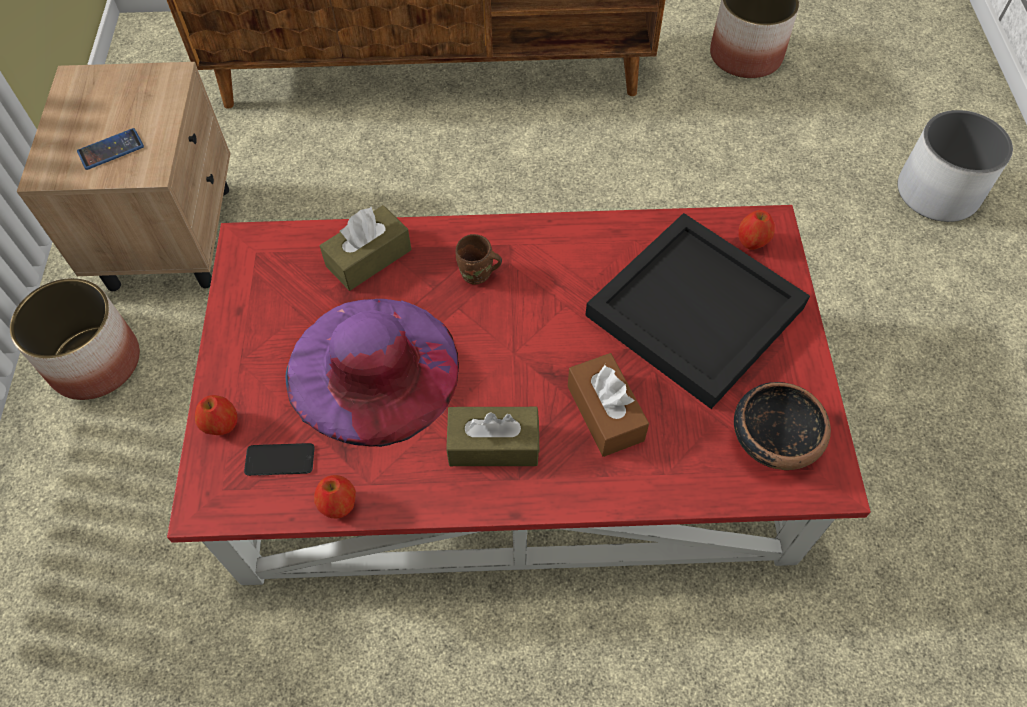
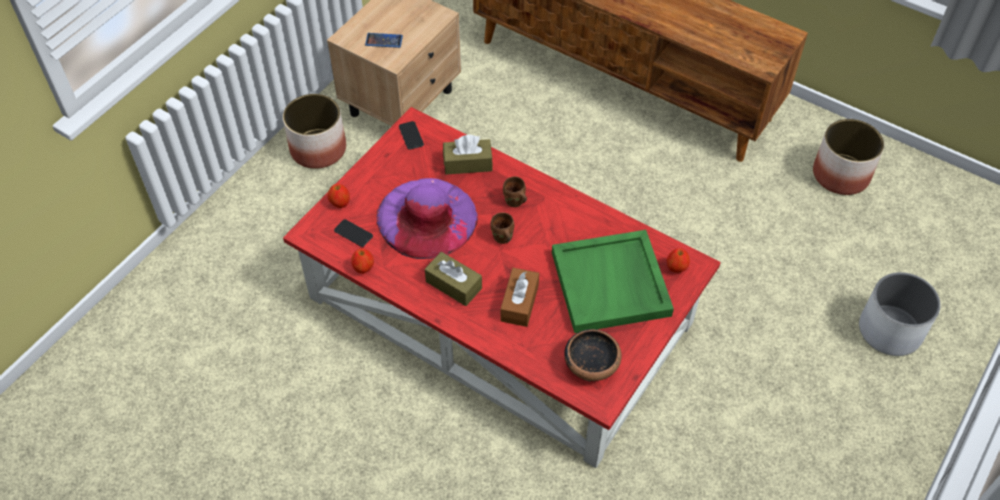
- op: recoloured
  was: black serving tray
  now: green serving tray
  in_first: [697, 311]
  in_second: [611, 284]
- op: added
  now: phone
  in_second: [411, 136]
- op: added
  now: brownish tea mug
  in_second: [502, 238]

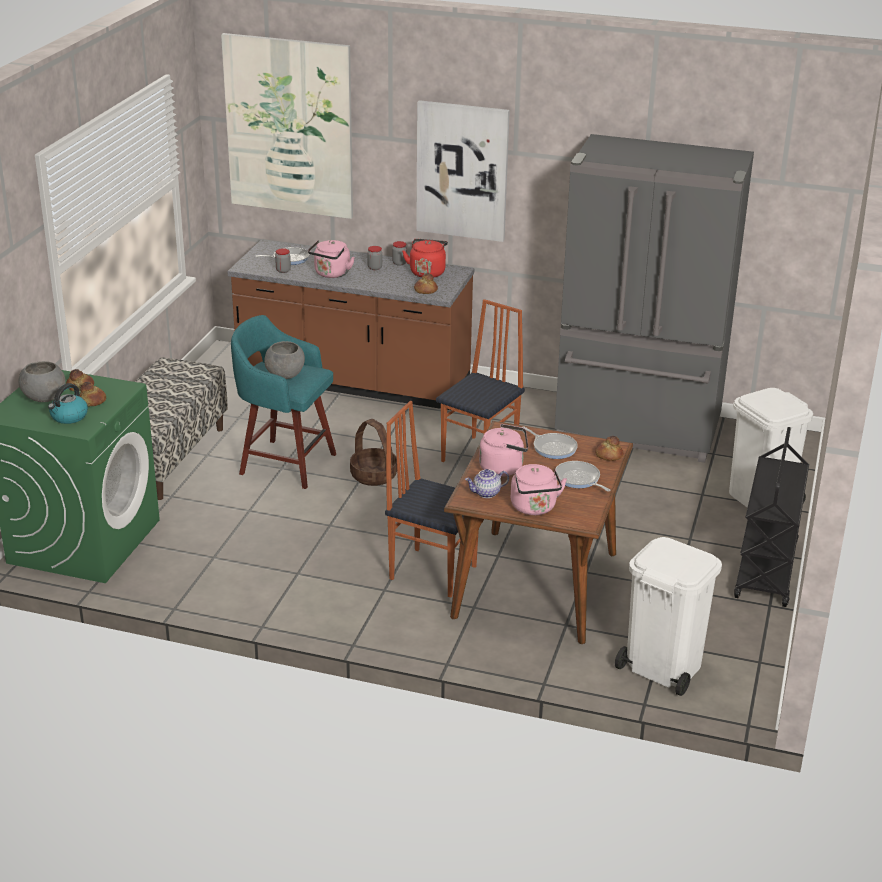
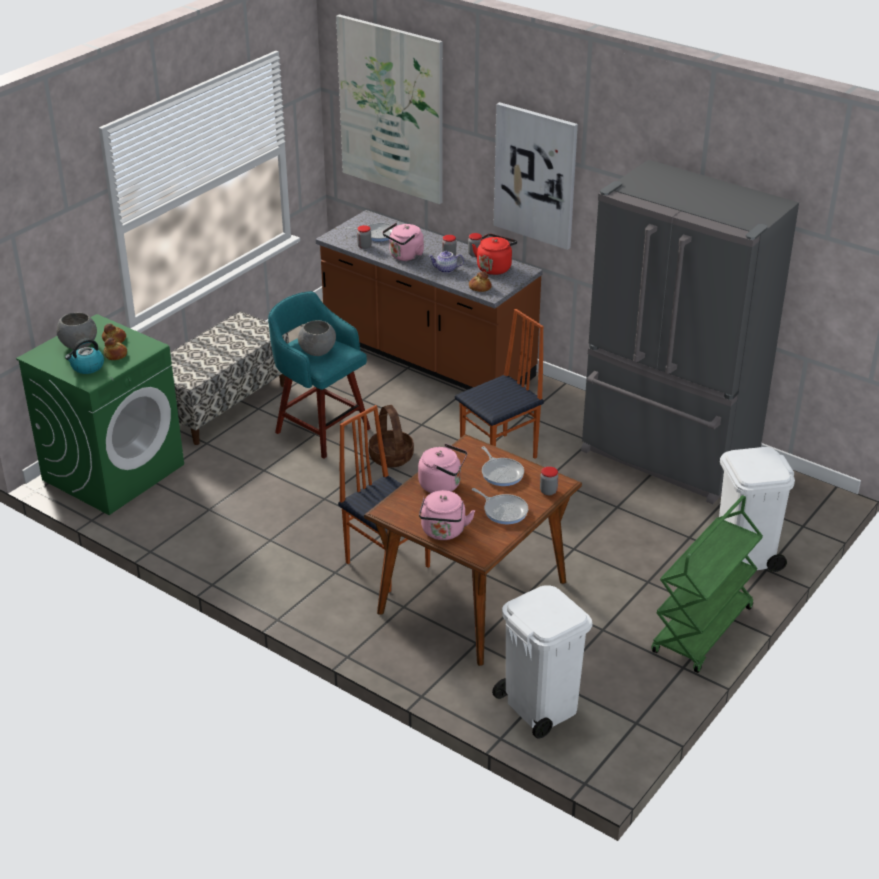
- op: moved
  was: pot for tea
  in_first: [486, 493]
  in_second: [446, 270]
- op: turned
  was: skillet
  in_first: [578, 479]
  in_second: [503, 511]
  clockwise: 150
- op: replaced
  was: bread
  now: storage jar
  in_first: [608, 455]
  in_second: [548, 491]
- op: recoloured
  was: black trolley
  now: green trolley
  in_first: [766, 571]
  in_second: [703, 631]

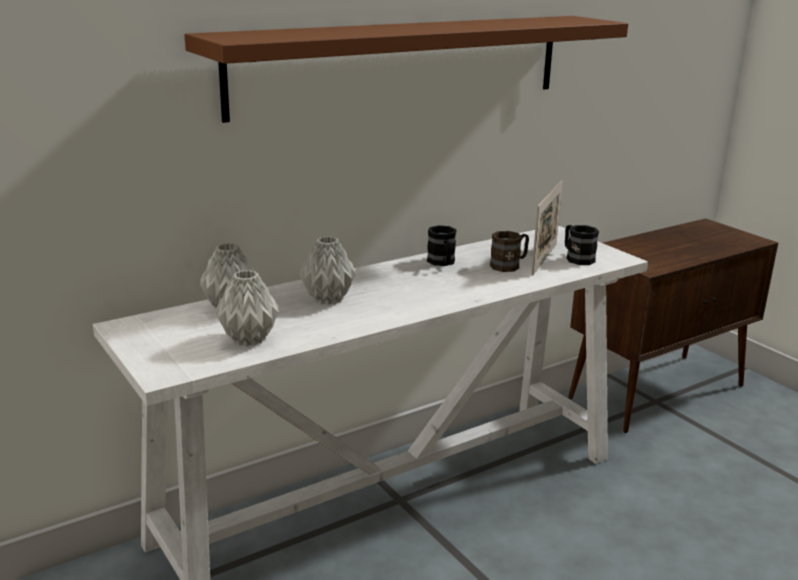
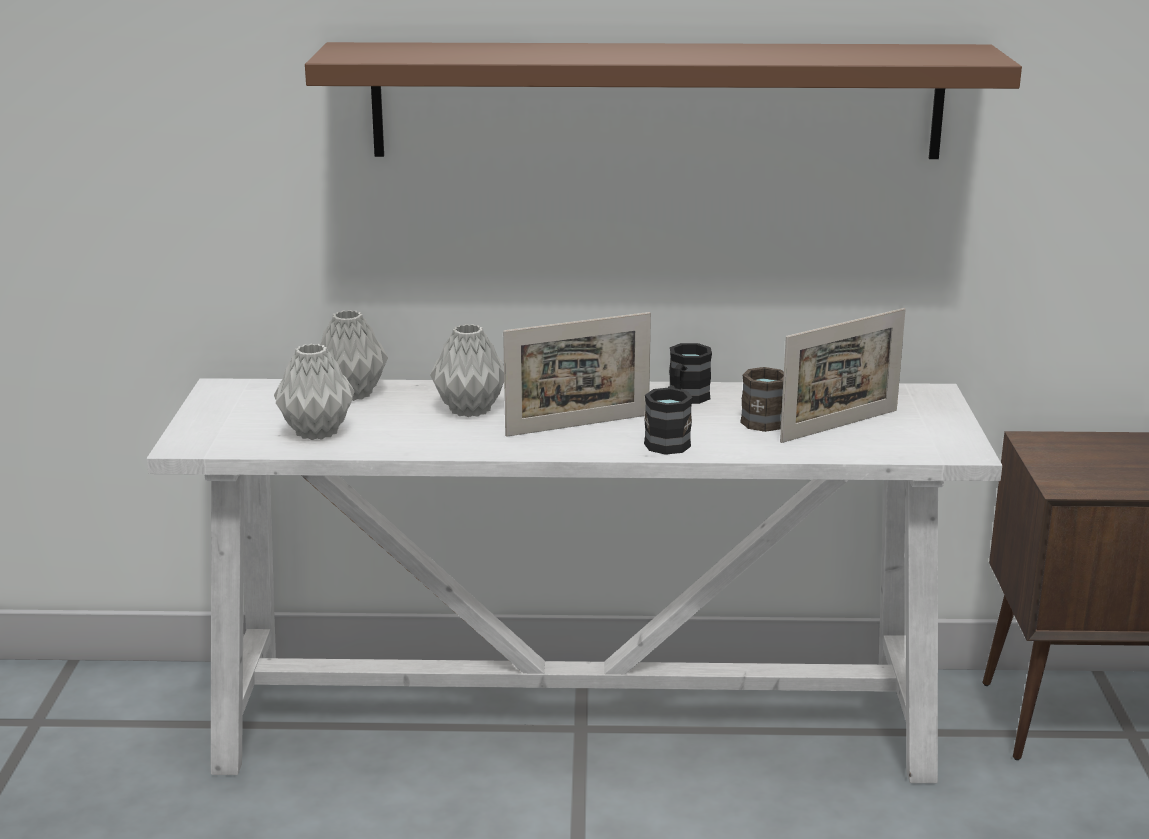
- op: moved
  was: black tea mug
  in_first: [576, 257]
  in_second: [668, 440]
- op: added
  now: standing frame
  in_second: [578, 425]

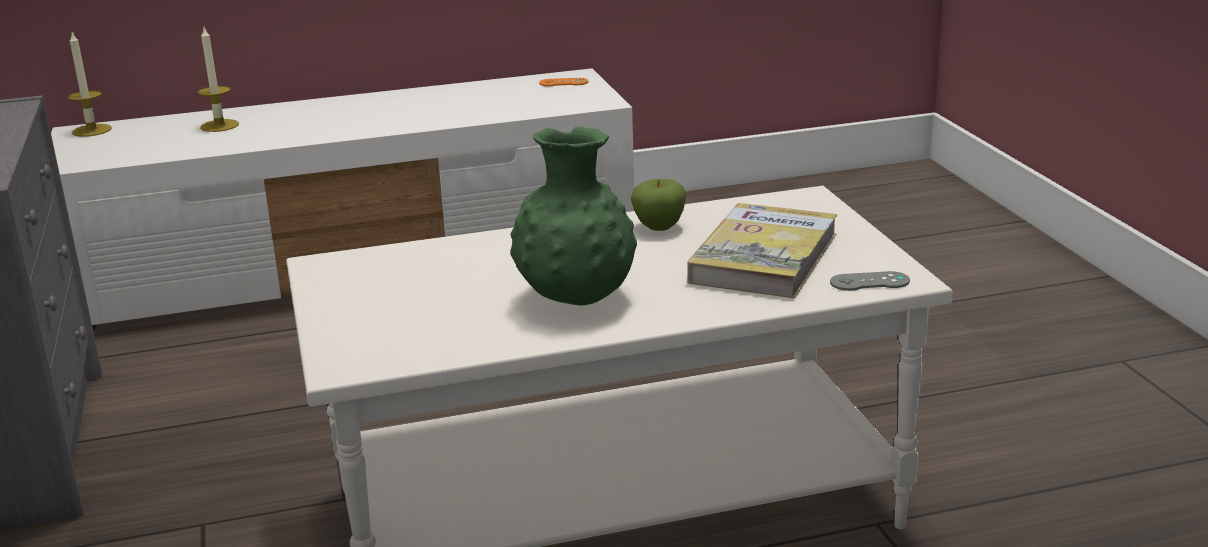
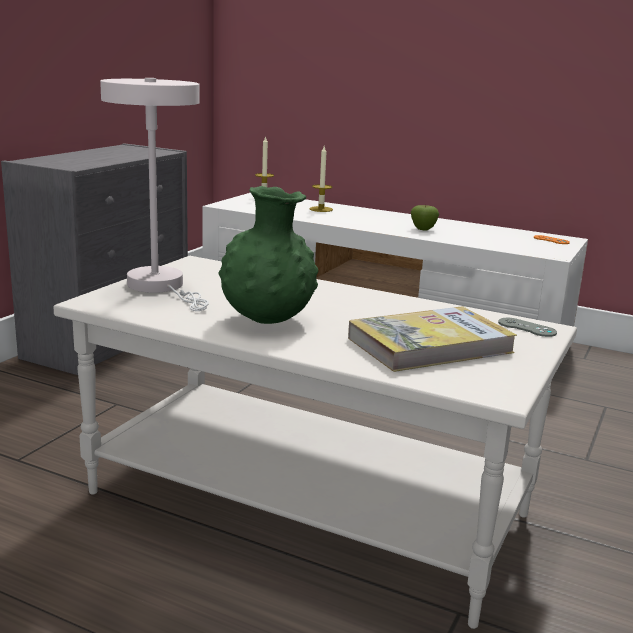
- op: moved
  was: whole apple
  in_first: [659, 227]
  in_second: [423, 229]
- op: moved
  was: greyish game controller
  in_first: [869, 282]
  in_second: [527, 327]
- op: added
  now: white-coloured table lamp
  in_second: [161, 287]

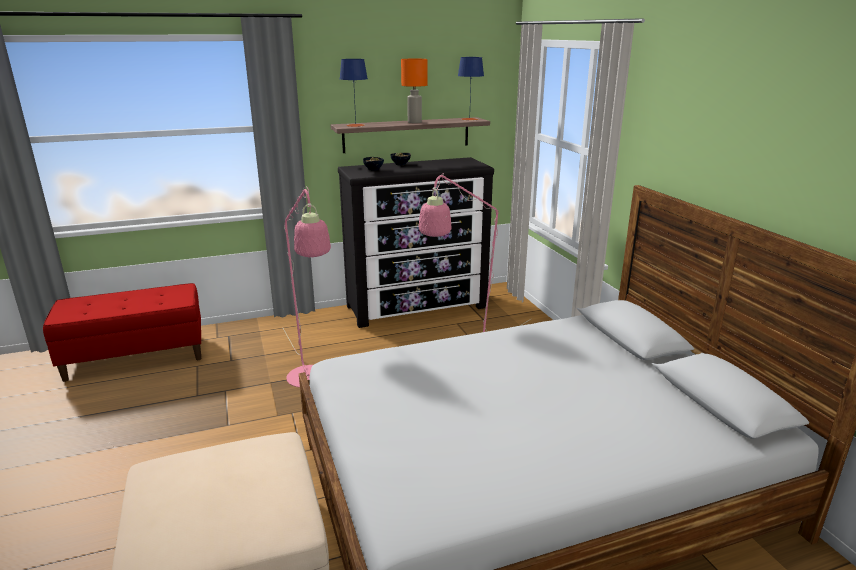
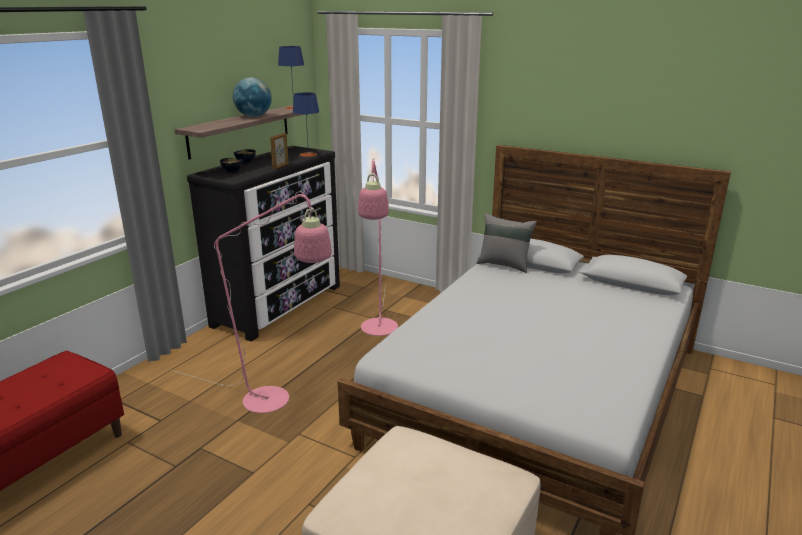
- op: moved
  was: bluish table lamp
  in_first: [355, 125]
  in_second: [308, 154]
- op: replaced
  was: orange-coloured table lamp
  now: desk globe
  in_first: [414, 122]
  in_second: [254, 116]
- op: added
  now: standing frame
  in_second: [281, 167]
- op: added
  now: greyish cushion
  in_second: [504, 265]

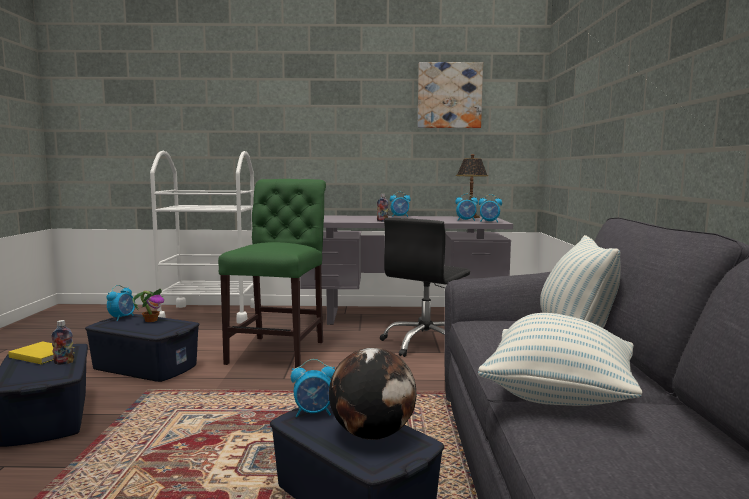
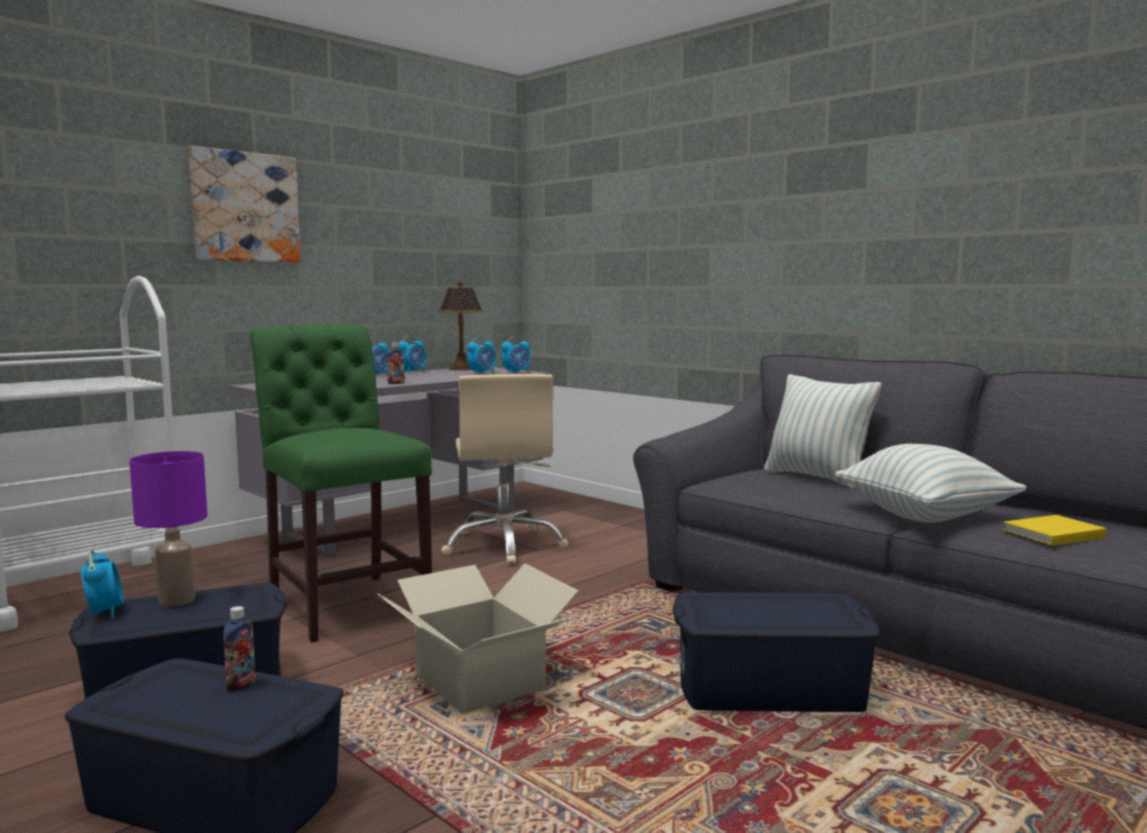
- op: moved
  was: yellow-coloured volume
  in_first: [42, 355]
  in_second: [1050, 534]
- op: replaced
  was: houseplant
  now: purple table lamp
  in_first: [151, 320]
  in_second: [176, 601]
- op: moved
  was: alarm clock
  in_first: [314, 413]
  in_second: [413, 372]
- op: removed
  was: desk globe
  in_first: [372, 434]
- op: recoloured
  was: black computer chair
  now: sand-coloured computer chair
  in_first: [425, 344]
  in_second: [504, 545]
- op: moved
  was: wall art
  in_first: [449, 95]
  in_second: [245, 207]
- op: added
  now: cardboard box
  in_second: [480, 682]

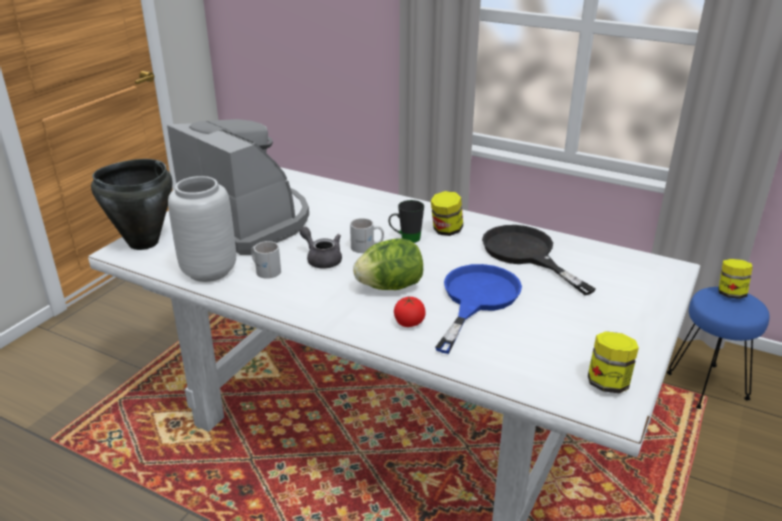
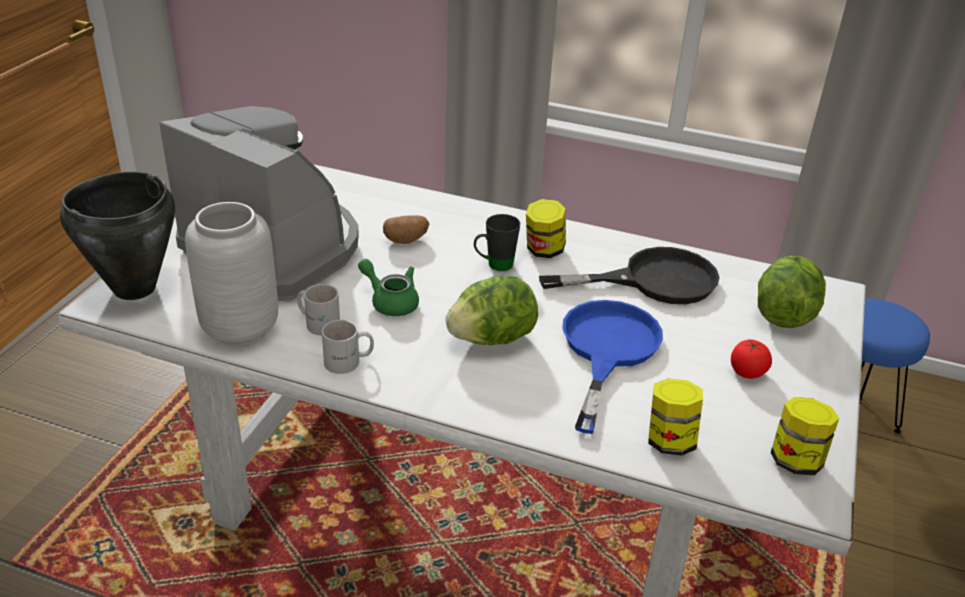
- op: recoloured
  was: greyish pot for tea
  now: green pot for tea
  in_first: [322, 259]
  in_second: [390, 301]
- op: moved
  was: white-coloured tea mug
  in_first: [367, 247]
  in_second: [349, 362]
- op: moved
  was: whole tomato
  in_first: [409, 323]
  in_second: [747, 372]
- op: turned
  was: black skillet
  in_first: [525, 254]
  in_second: [652, 280]
  clockwise: 120
- op: moved
  was: storage jar
  in_first: [730, 294]
  in_second: [669, 441]
- op: added
  now: whole potato
  in_second: [406, 240]
- op: added
  now: head of lettuce
  in_second: [784, 315]

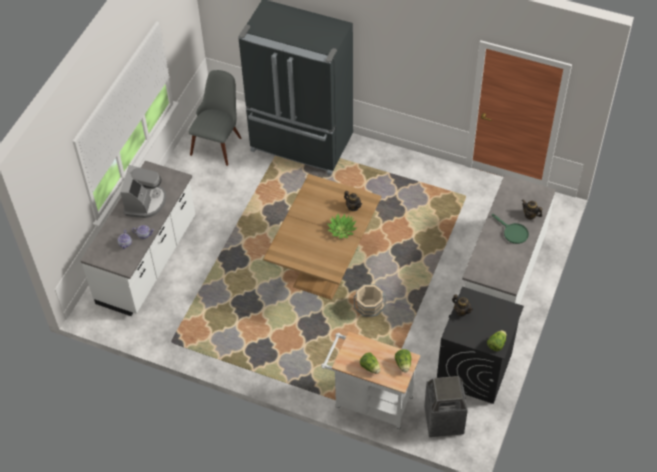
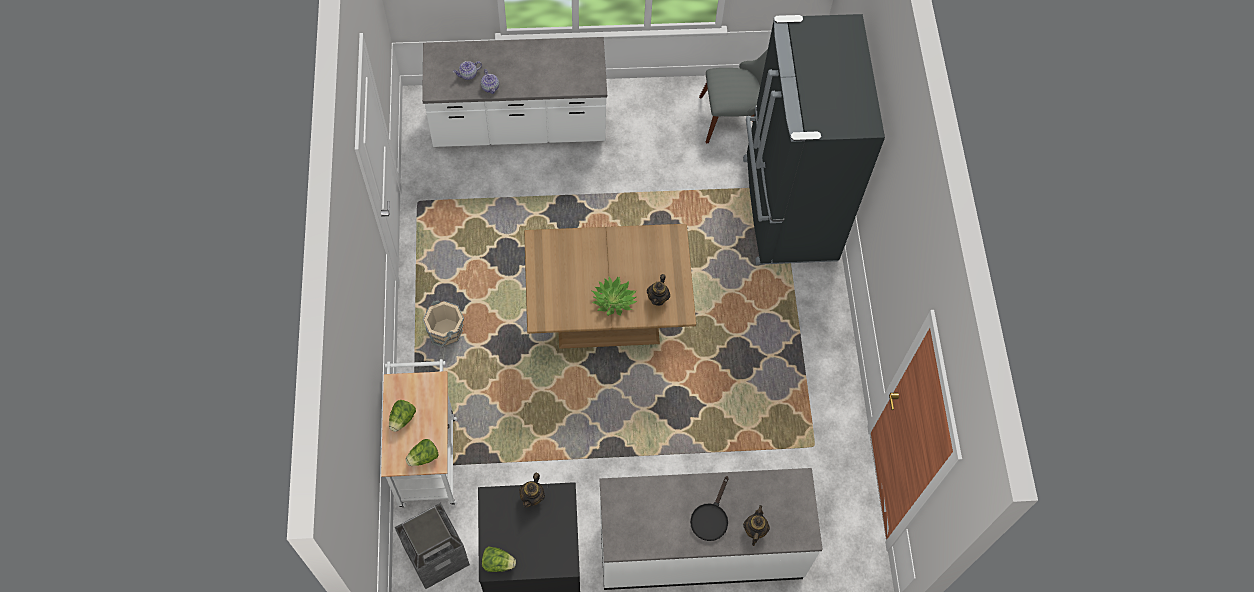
- op: removed
  was: coffee maker
  in_first: [145, 202]
- op: moved
  was: sand-coloured bucket
  in_first: [369, 308]
  in_second: [445, 332]
- op: recoloured
  was: green skillet
  now: black skillet
  in_first: [513, 232]
  in_second: [710, 517]

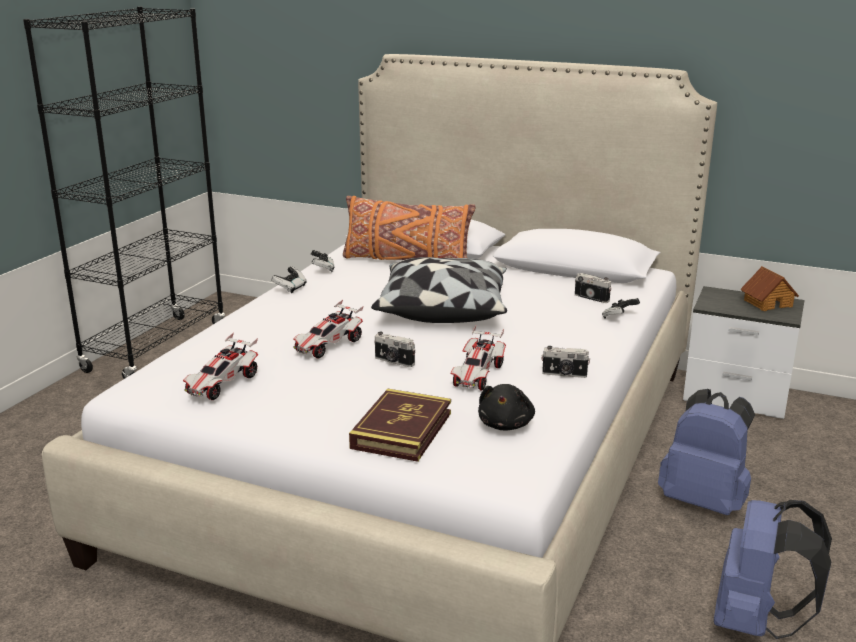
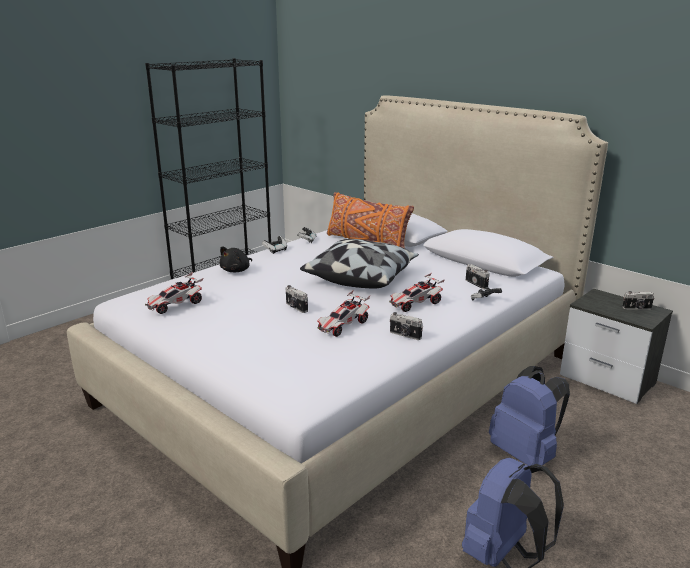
- op: moved
  was: miniature car
  in_first: [328, 346]
  in_second: [415, 304]
- op: removed
  was: volume
  in_first: [402, 430]
- op: moved
  was: black plush toy
  in_first: [506, 424]
  in_second: [236, 270]
- op: replaced
  was: model house
  now: still camera
  in_first: [767, 303]
  in_second: [637, 308]

